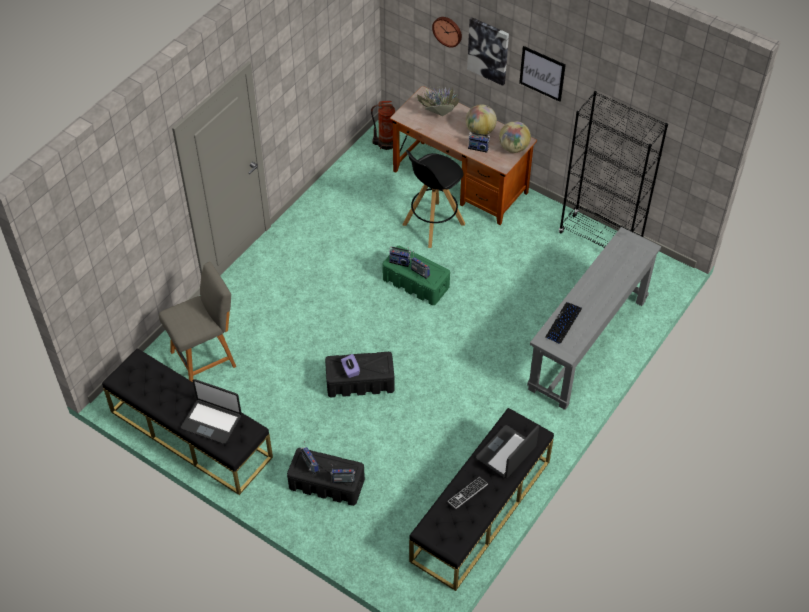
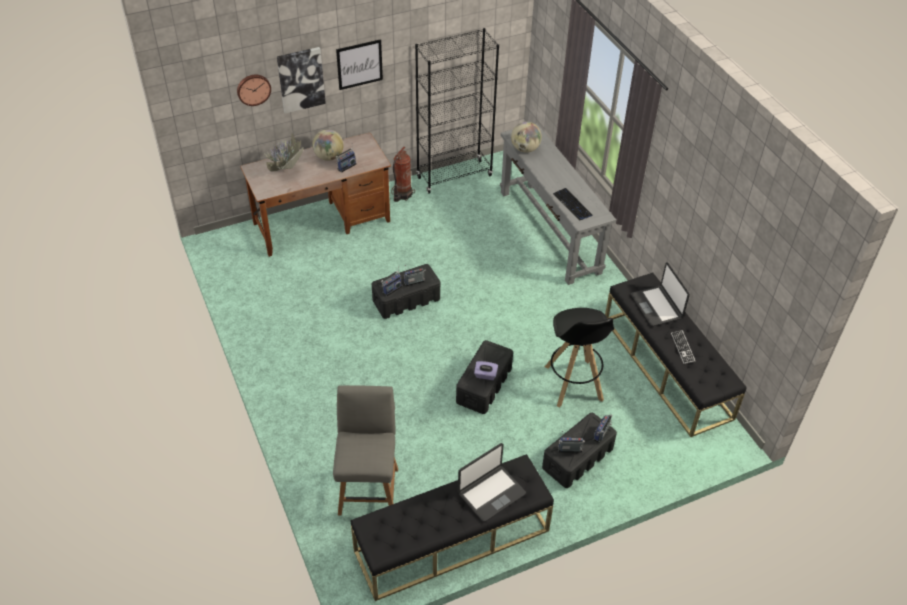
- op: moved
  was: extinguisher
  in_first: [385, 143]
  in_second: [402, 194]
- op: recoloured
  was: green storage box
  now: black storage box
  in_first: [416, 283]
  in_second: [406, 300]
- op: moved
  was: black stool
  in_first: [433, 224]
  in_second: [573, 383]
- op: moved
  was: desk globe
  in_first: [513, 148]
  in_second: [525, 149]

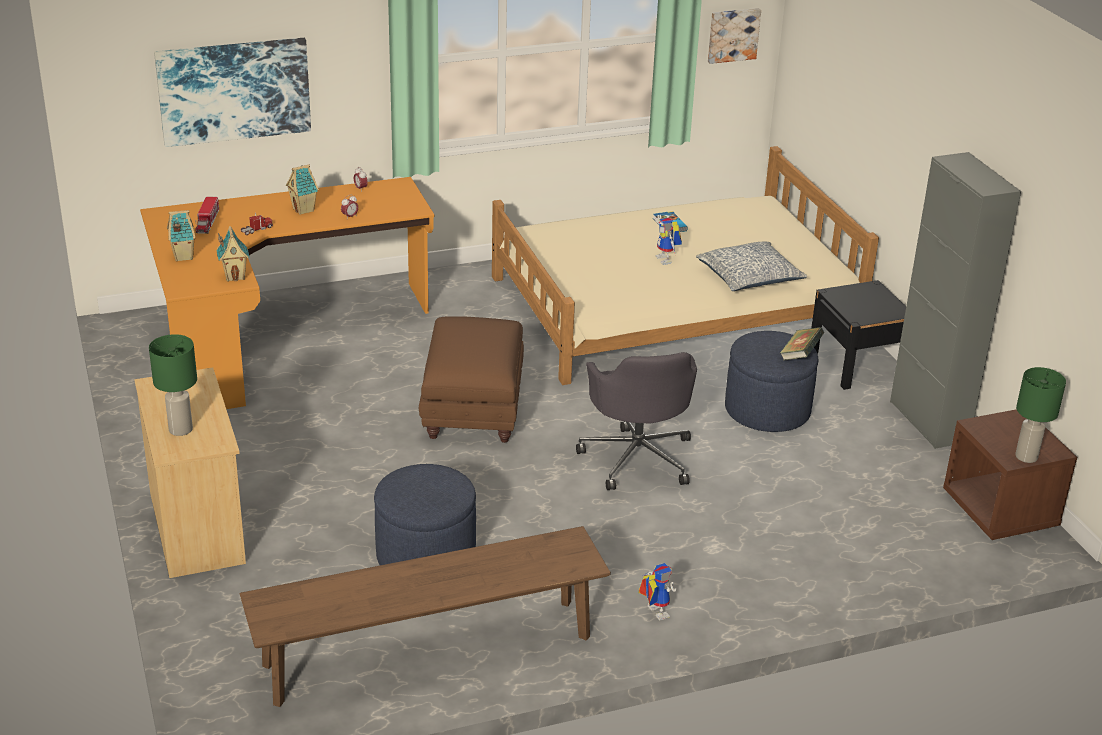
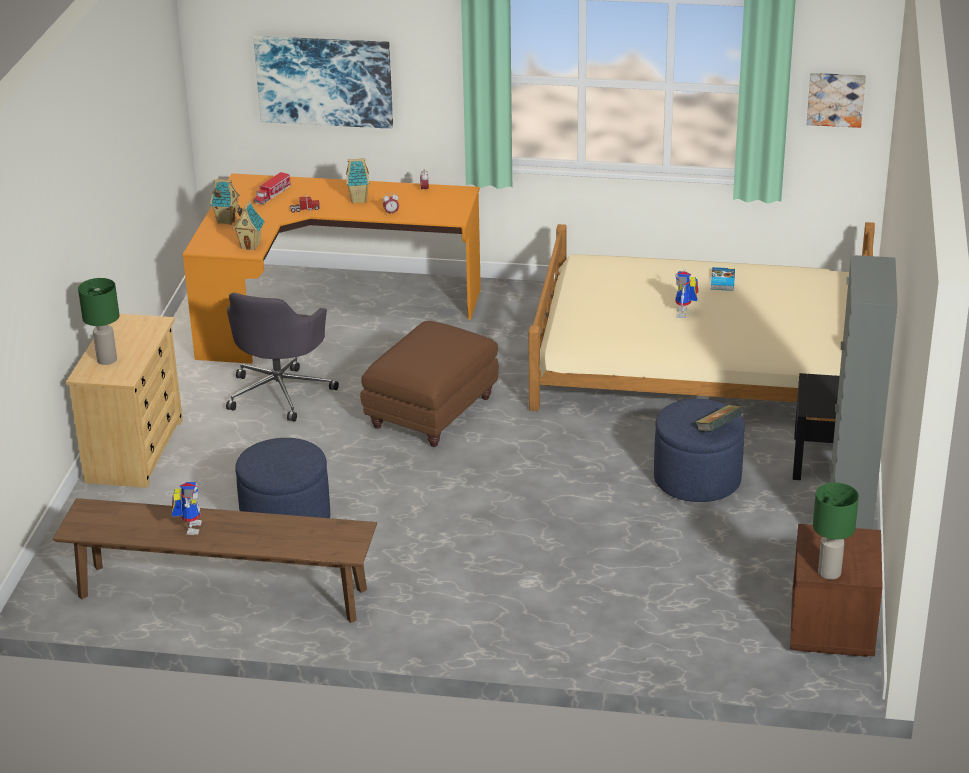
- op: moved
  was: greyish computer chair
  in_first: [637, 457]
  in_second: [280, 392]
- op: moved
  was: toy robot
  in_first: [653, 611]
  in_second: [190, 527]
- op: removed
  was: cushion
  in_first: [749, 278]

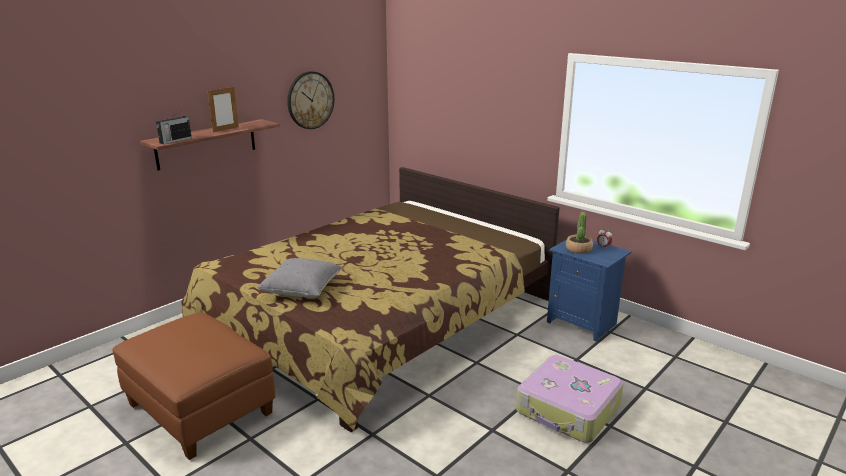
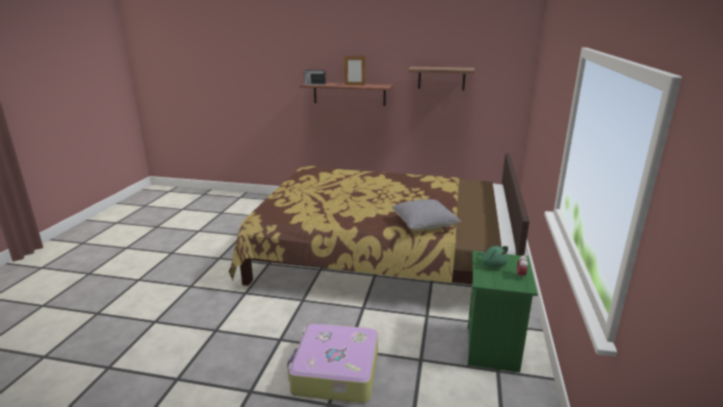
- op: removed
  was: brownish ottoman
  in_first: [201, 410]
- op: moved
  was: greyish cushion
  in_first: [302, 290]
  in_second: [424, 225]
- op: replaced
  was: hanging clock
  now: wall shelf
  in_first: [310, 100]
  in_second: [441, 78]
- op: recoloured
  was: bluish nightstand
  now: green nightstand
  in_first: [582, 323]
  in_second: [493, 348]
- op: replaced
  was: houseplant
  now: green plush toy
  in_first: [578, 249]
  in_second: [493, 264]

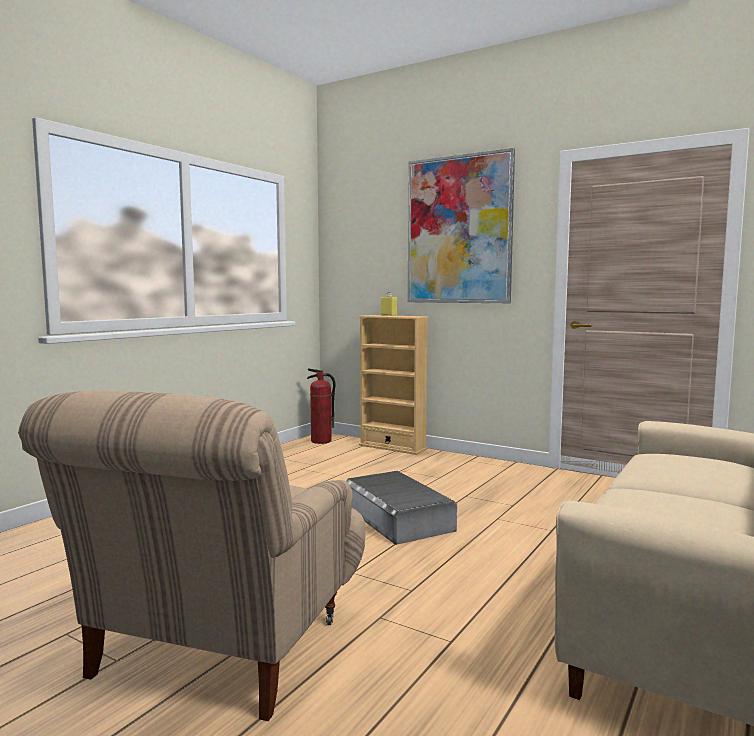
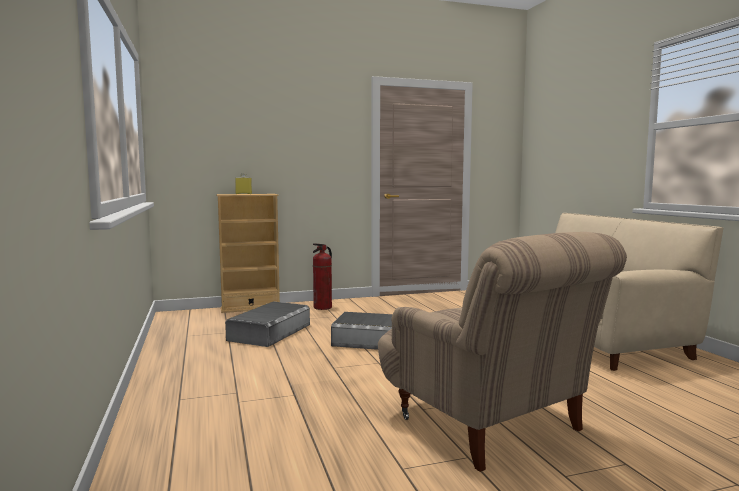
- op: moved
  was: extinguisher
  in_first: [321, 441]
  in_second: [322, 307]
- op: removed
  was: wall art
  in_first: [458, 230]
- op: added
  now: greyish storage box
  in_second: [269, 332]

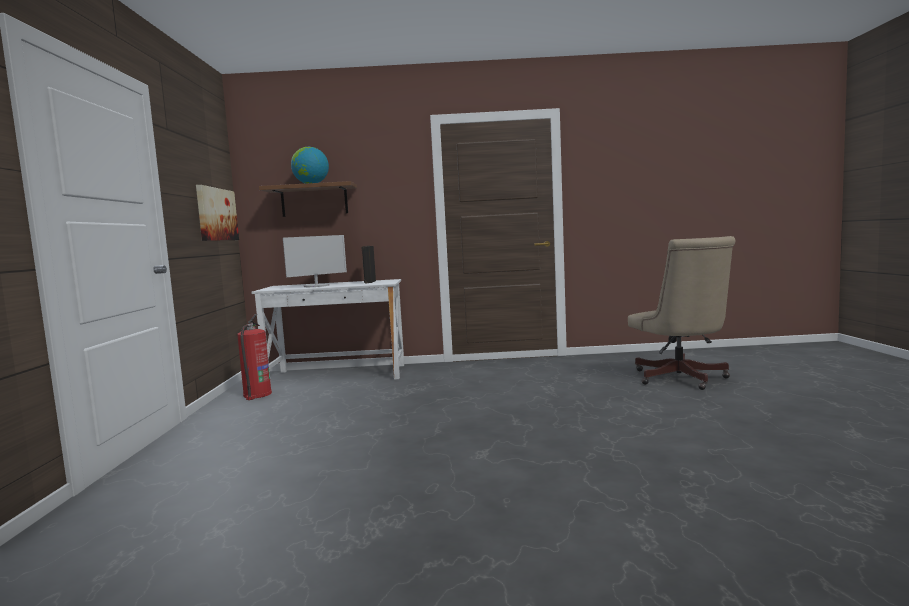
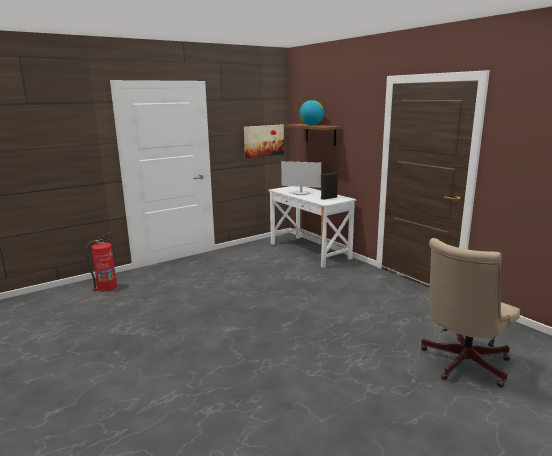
- op: moved
  was: extinguisher
  in_first: [257, 395]
  in_second: [106, 287]

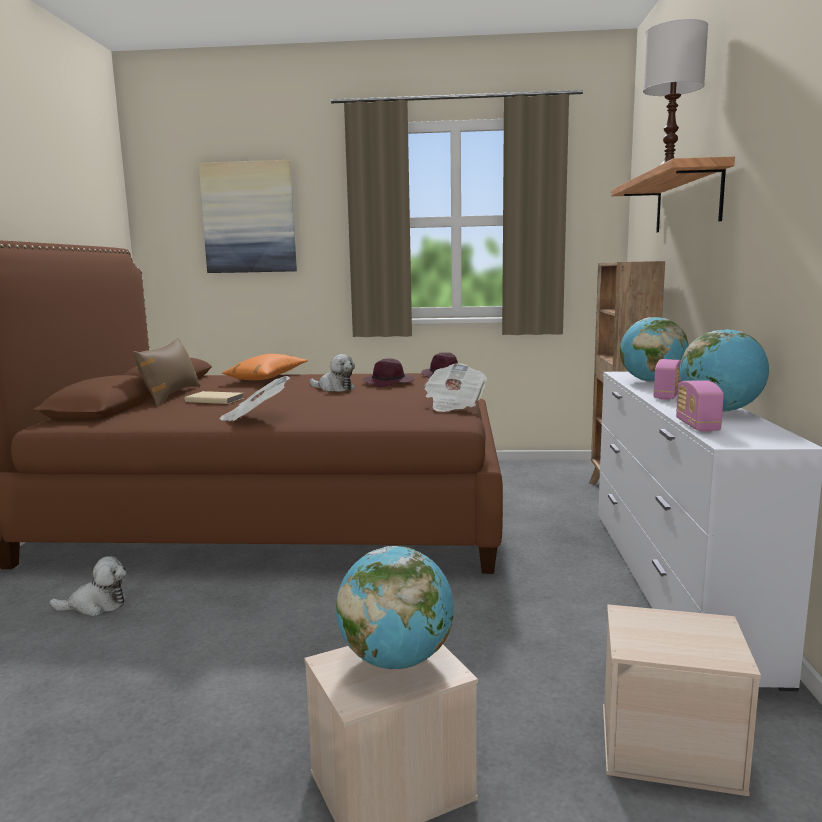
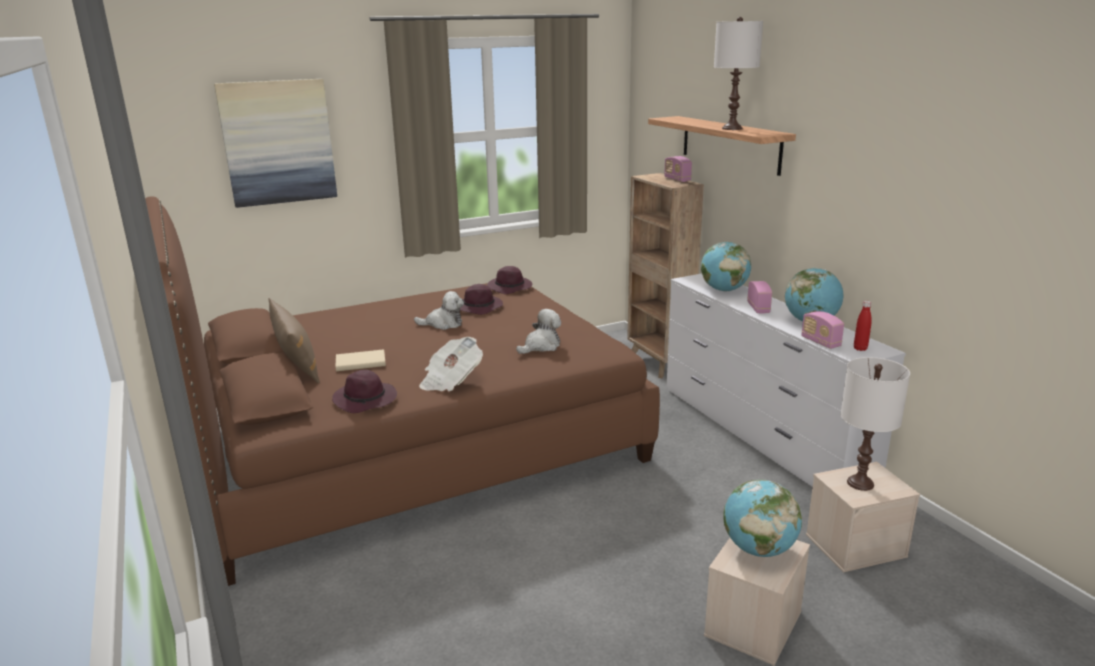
- op: moved
  was: plush toy
  in_first: [96, 605]
  in_second: [541, 346]
- op: removed
  was: orange-coloured cushion
  in_first: [267, 377]
- op: removed
  was: daily paper
  in_first: [454, 405]
- op: added
  now: purple wearable hat
  in_second: [366, 400]
- op: added
  now: radio receiver
  in_second: [677, 179]
- op: added
  now: white-coloured table lamp
  in_second: [859, 483]
- op: added
  now: red-coloured bottle
  in_second: [860, 349]

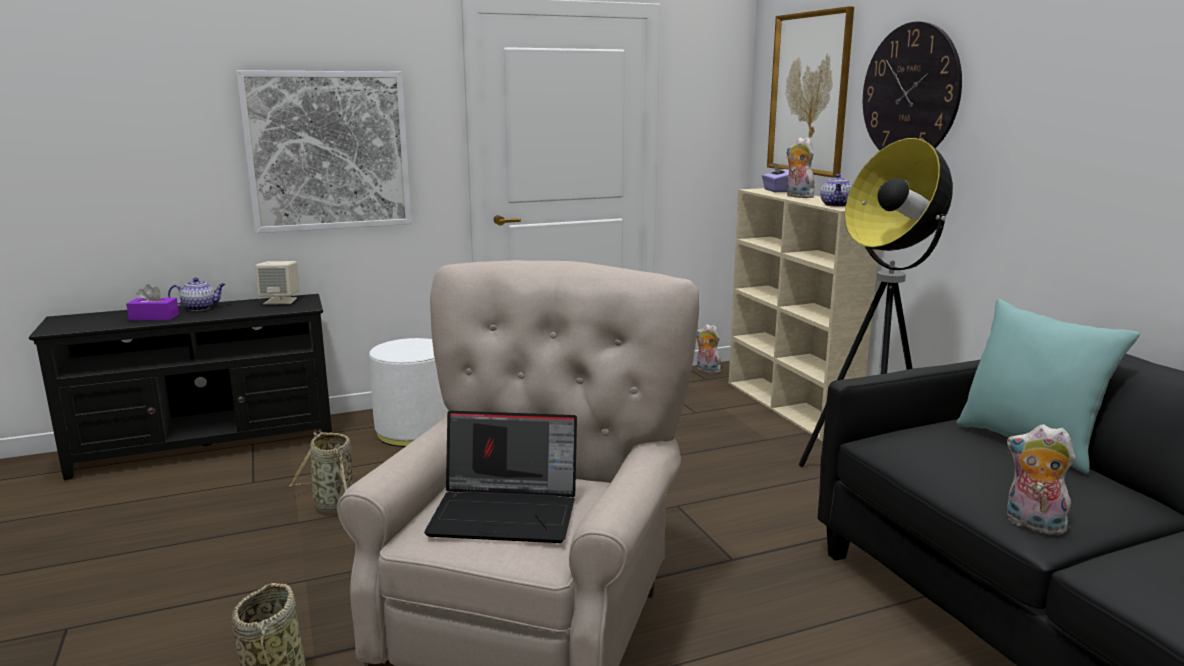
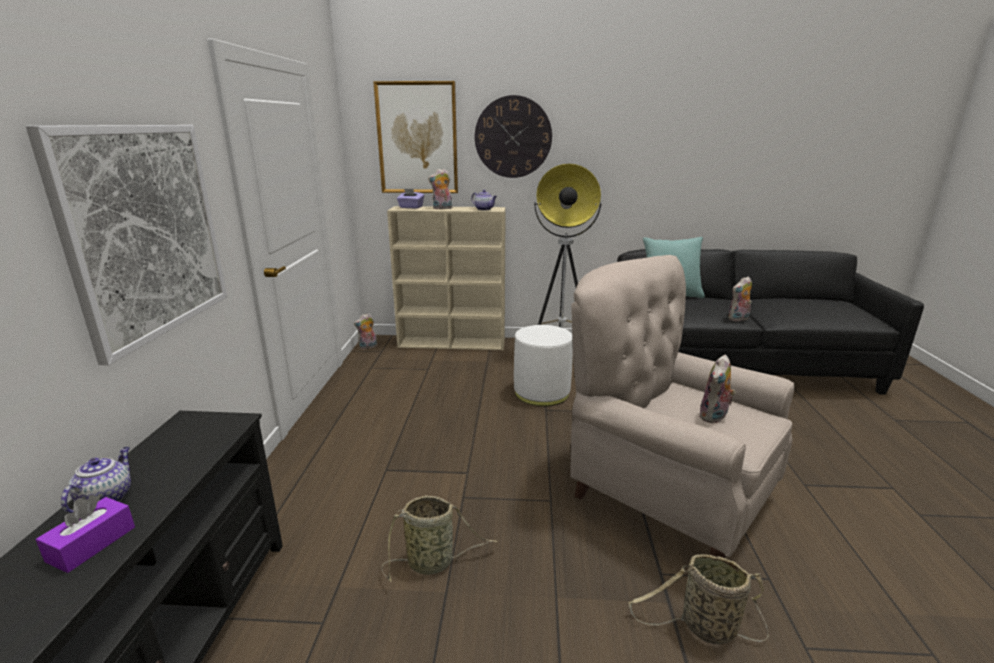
- op: removed
  was: sand-coloured speaker
  in_first: [281, 301]
- op: moved
  was: white-coloured ottoman
  in_first: [415, 431]
  in_second: [542, 392]
- op: replaced
  was: notebook computer
  now: plush toy
  in_first: [507, 513]
  in_second: [714, 417]

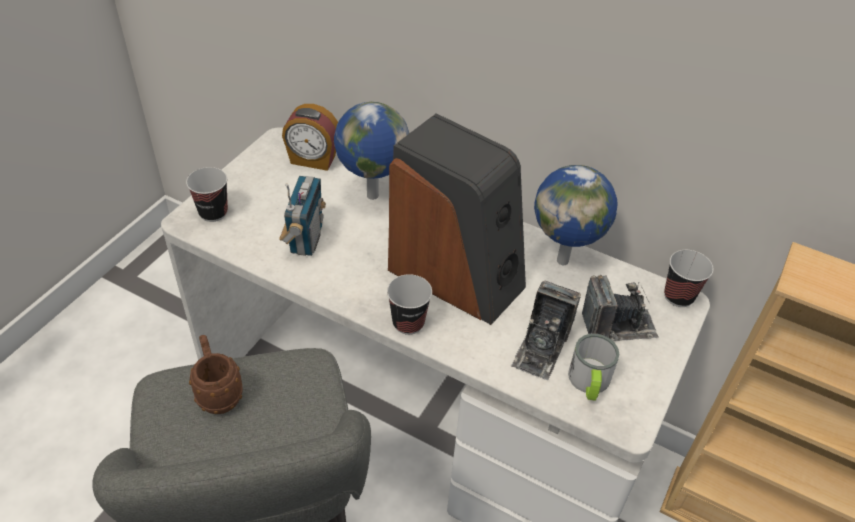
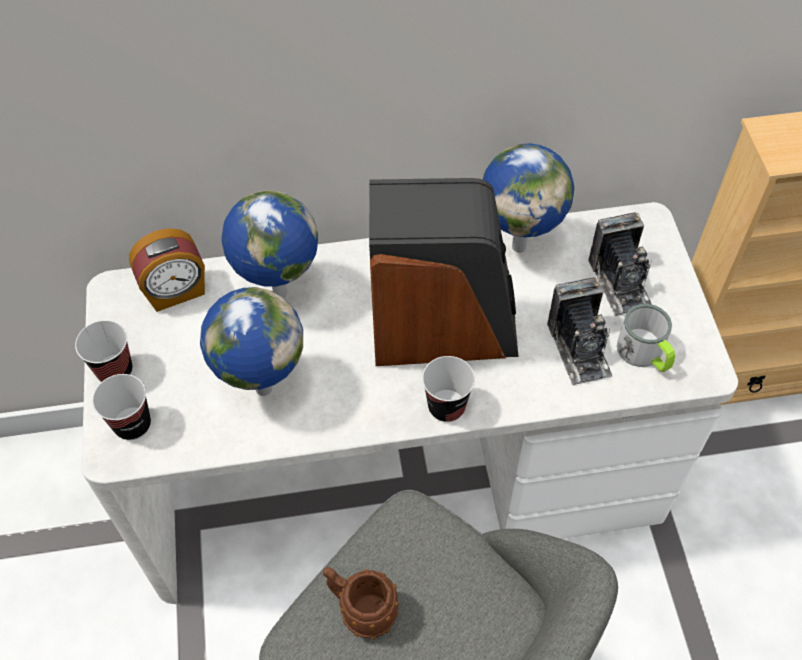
- op: replaced
  was: radio receiver
  now: desk globe
  in_first: [305, 239]
  in_second: [262, 388]
- op: turned
  was: still camera
  in_first: [618, 326]
  in_second: [620, 282]
  clockwise: 120
- op: moved
  was: small cup
  in_first: [678, 296]
  in_second: [115, 371]

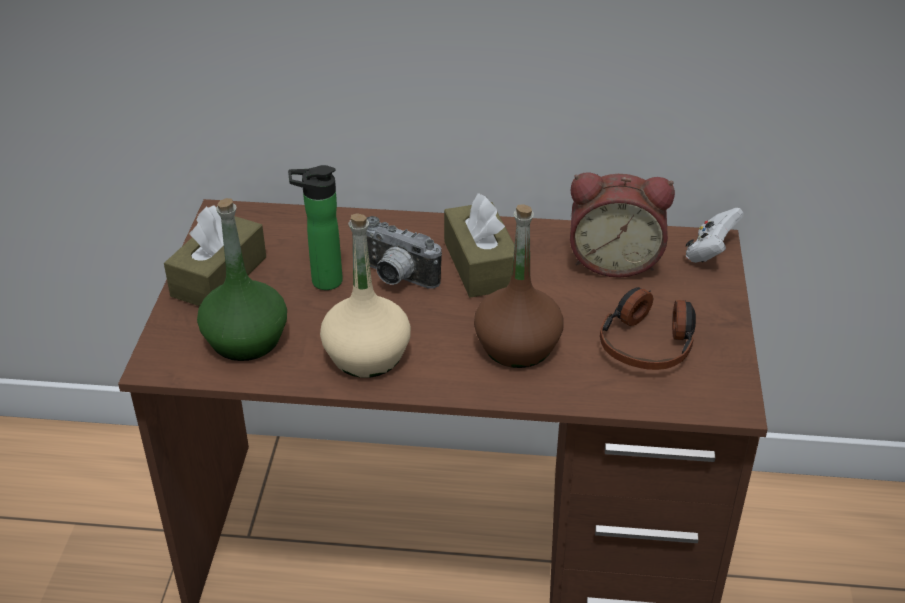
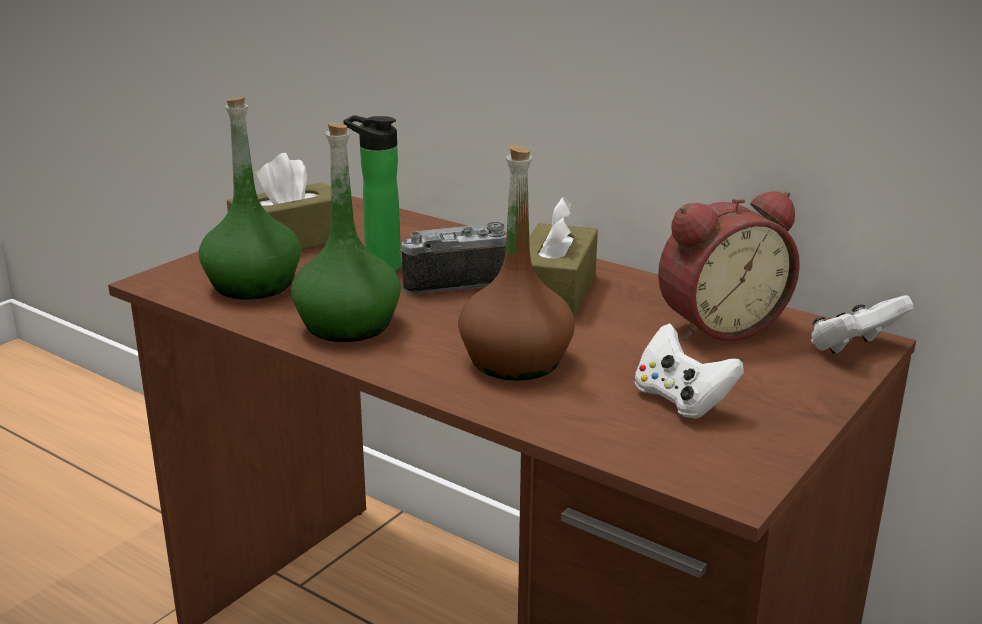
- op: recoloured
  was: sand-coloured bottle
  now: green bottle
  in_first: [367, 355]
  in_second: [348, 325]
- op: turned
  was: still camera
  in_first: [395, 278]
  in_second: [452, 281]
  clockwise: 105
- op: turned
  was: alarm clock
  in_first: [614, 260]
  in_second: [717, 325]
  clockwise: -60
- op: replaced
  was: headphones
  now: white-coloured game controller
  in_first: [648, 342]
  in_second: [681, 400]

